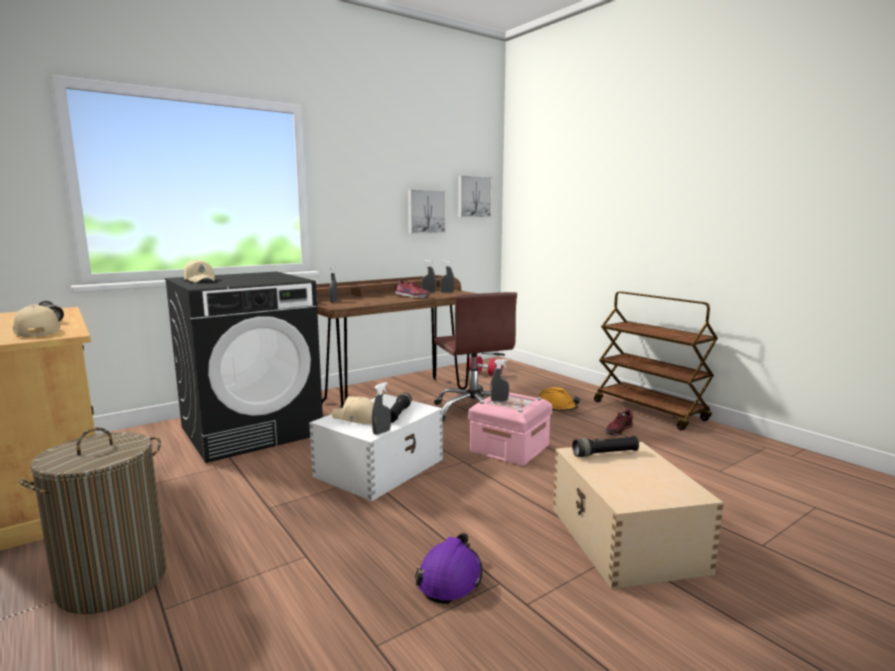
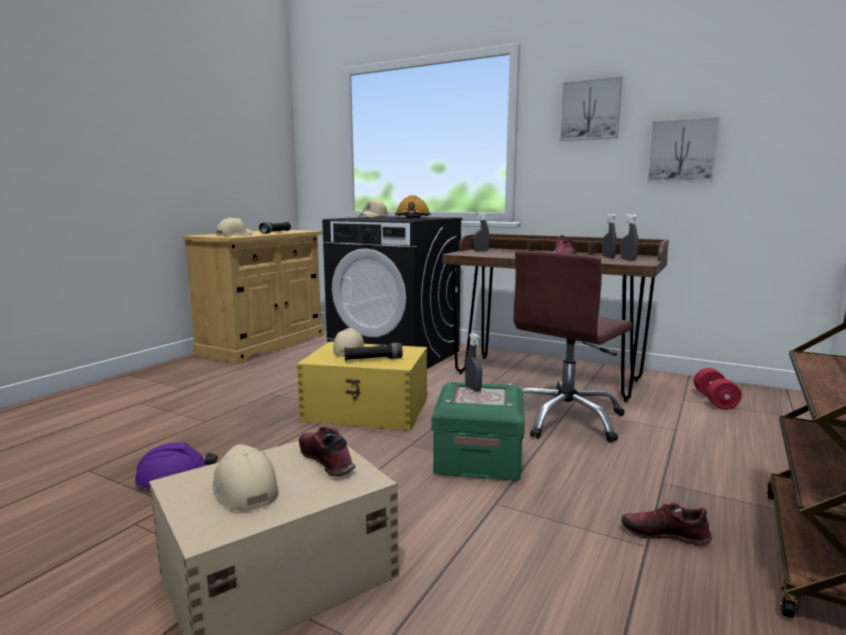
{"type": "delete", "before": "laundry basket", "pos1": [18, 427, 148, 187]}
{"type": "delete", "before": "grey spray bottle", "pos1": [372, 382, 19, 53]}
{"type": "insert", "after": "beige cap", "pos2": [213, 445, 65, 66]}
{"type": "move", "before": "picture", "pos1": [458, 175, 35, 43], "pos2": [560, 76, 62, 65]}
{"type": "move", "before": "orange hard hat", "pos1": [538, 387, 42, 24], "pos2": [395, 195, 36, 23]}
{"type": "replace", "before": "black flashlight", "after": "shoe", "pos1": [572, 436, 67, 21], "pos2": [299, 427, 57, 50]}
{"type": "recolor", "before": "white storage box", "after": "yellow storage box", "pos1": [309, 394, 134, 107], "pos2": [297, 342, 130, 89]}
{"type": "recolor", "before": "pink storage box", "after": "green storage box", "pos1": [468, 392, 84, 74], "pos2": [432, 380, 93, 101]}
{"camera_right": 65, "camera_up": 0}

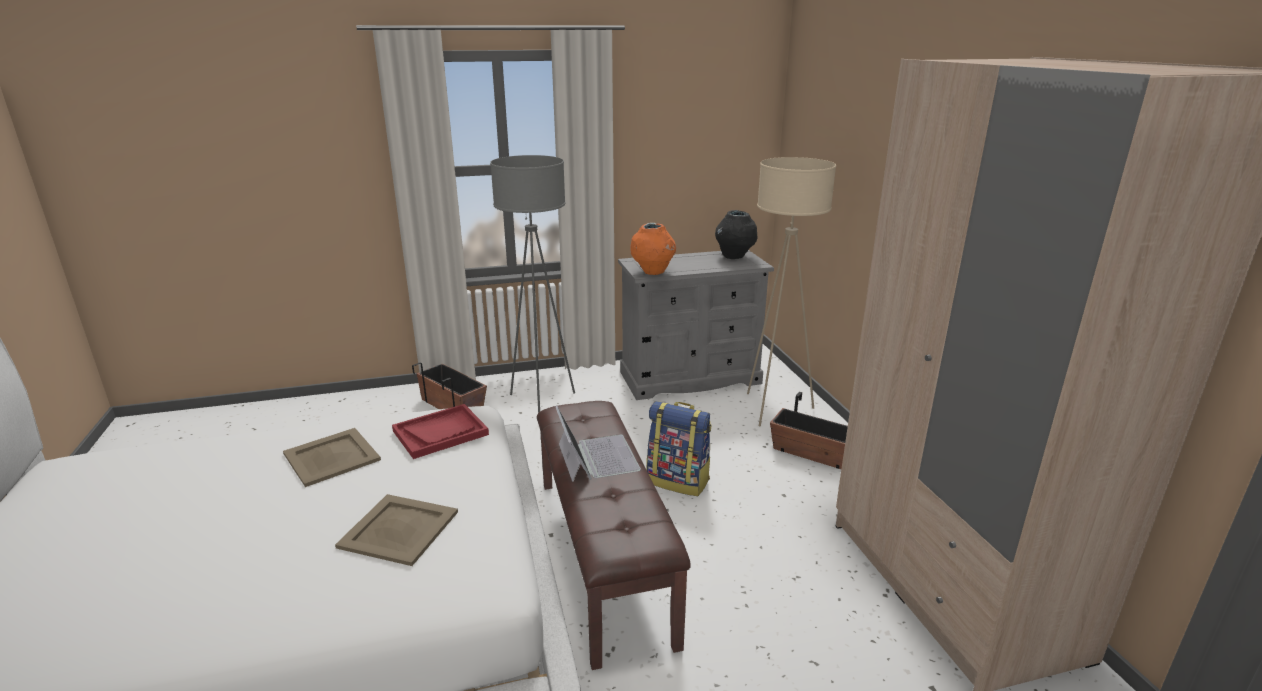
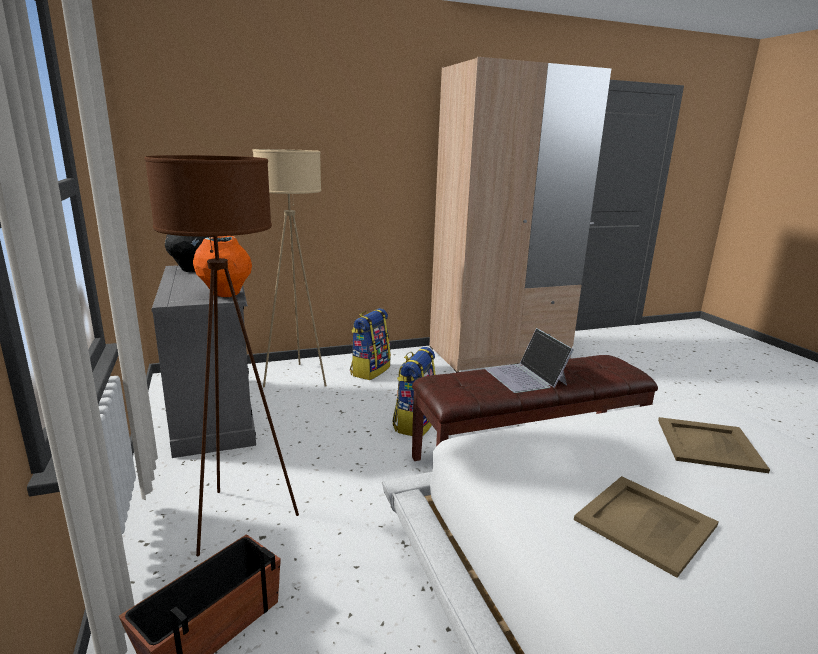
{"type": "delete", "before": "red tray", "pos1": [392, 404, 97, 55]}
{"type": "replace", "before": "planter", "after": "backpack", "pos1": [770, 392, 78, 77], "pos2": [350, 308, 41, 72]}
{"type": "recolor", "before": "grey floor lamp", "after": "brown floor lamp", "pos1": [490, 155, 85, 258], "pos2": [144, 155, 155, 401]}
{"type": "rotate", "before": "laptop", "pos1": [555, 406, 86, 76], "pos2": [485, 328, 89, 65], "turn": -90}
{"camera_right": -95, "camera_up": -5}

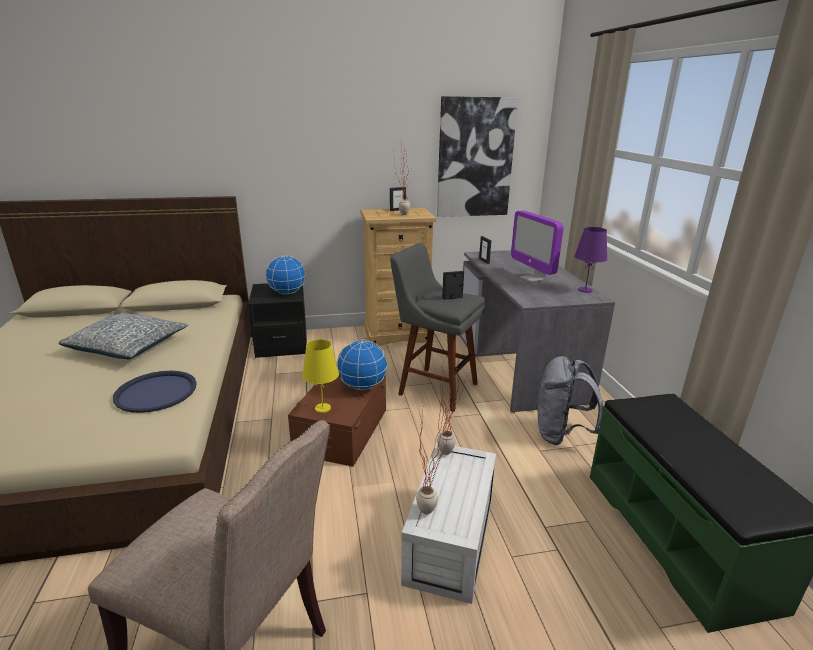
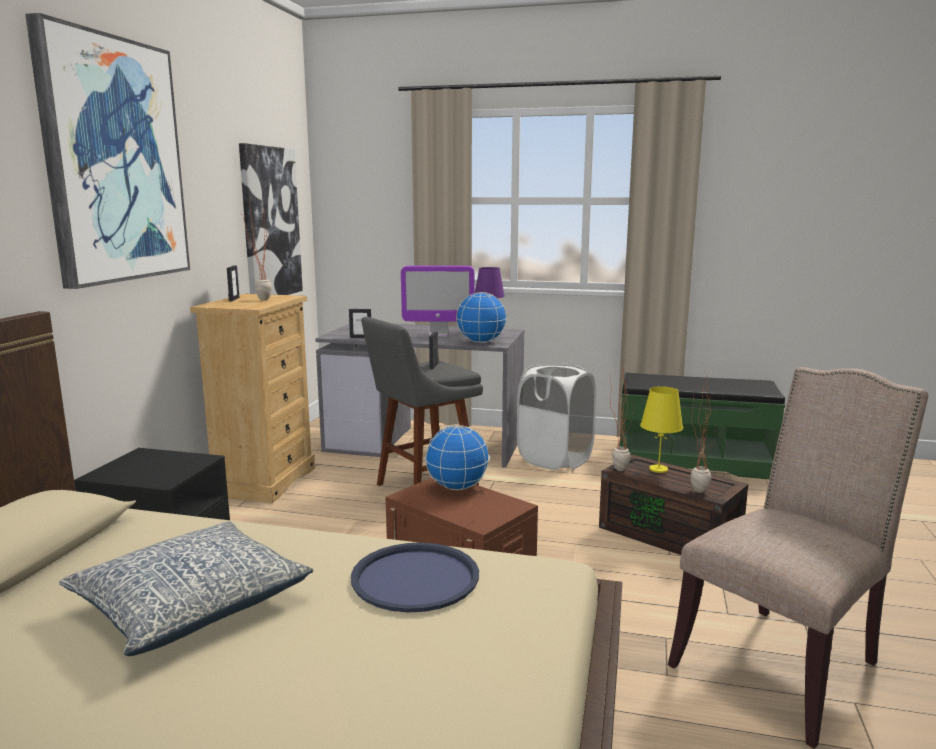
{"type": "insert", "after": "picture", "pos2": [25, 13, 165, 276]}
{"type": "move", "before": "globe", "pos1": [266, 255, 40, 39], "pos2": [456, 292, 51, 51]}
{"type": "move", "before": "yellow table lamp", "pos1": [302, 339, 37, 74], "pos2": [640, 386, 43, 87]}
{"type": "replace", "before": "grey backpack", "after": "white laundry basket", "pos1": [537, 356, 66, 89], "pos2": [517, 364, 79, 106]}
{"type": "recolor", "before": "white storage box", "after": "brown storage box", "pos1": [401, 443, 95, 161], "pos2": [599, 454, 149, 101]}
{"camera_right": -65, "camera_up": -10}

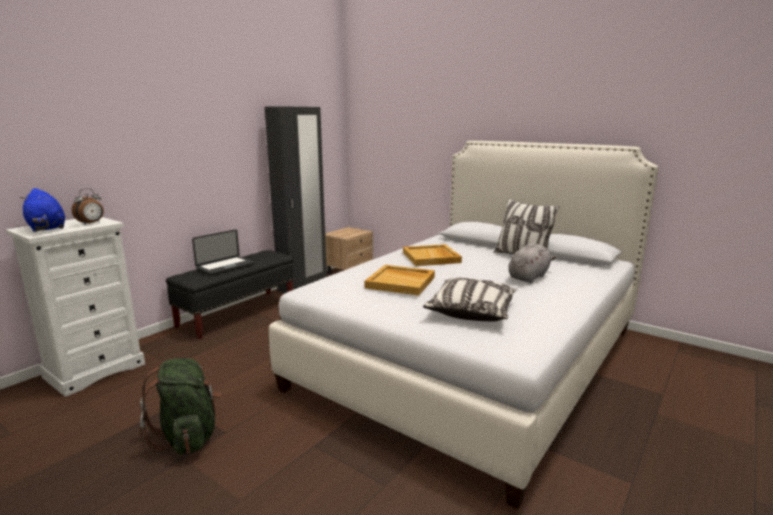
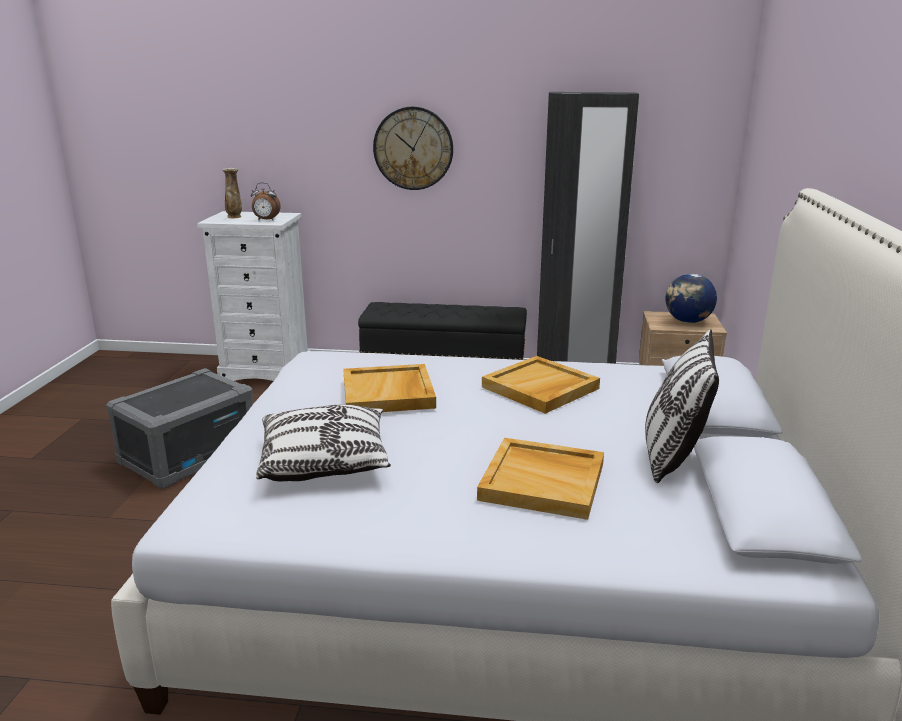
{"type": "delete", "before": "laptop", "pos1": [192, 229, 63, 46]}
{"type": "insert", "after": "wall clock", "pos2": [373, 107, 80, 83]}
{"type": "insert", "after": "globe", "pos2": [665, 274, 52, 49]}
{"type": "replace", "before": "blue plush toy", "after": "vase", "pos1": [20, 188, 45, 44], "pos2": [222, 168, 20, 50]}
{"type": "replace", "before": "green backpack", "after": "grey storage box", "pos1": [139, 358, 82, 96], "pos2": [106, 368, 147, 121]}
{"type": "replace", "before": "grey plush toy", "after": "beige tray", "pos1": [508, 243, 48, 40], "pos2": [477, 438, 127, 82]}
{"camera_right": 60, "camera_up": 5}

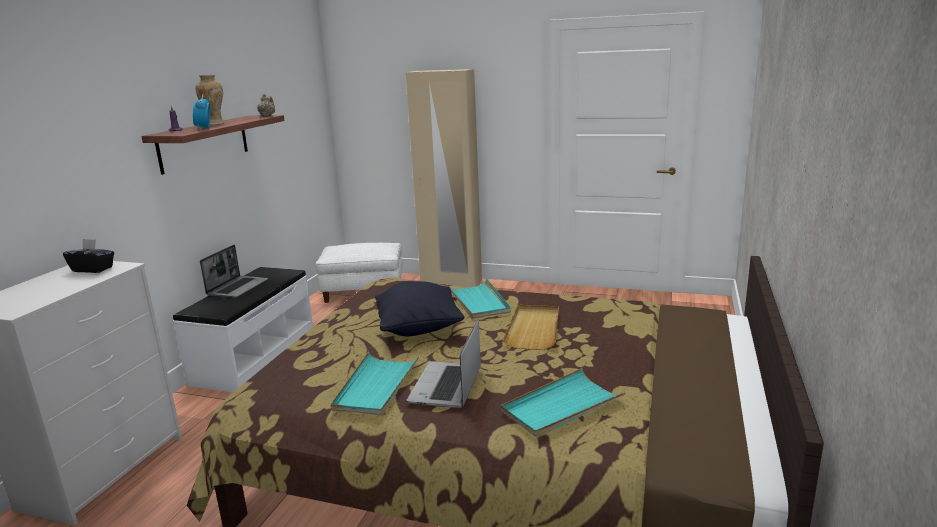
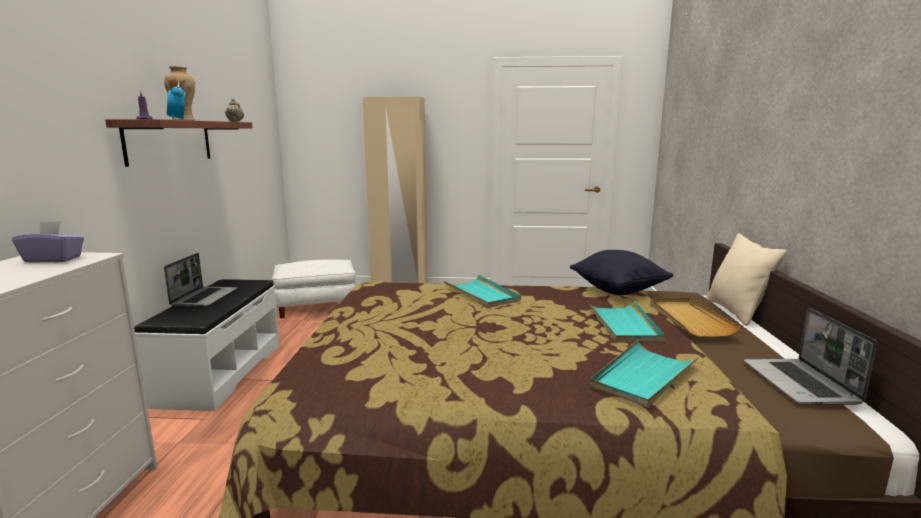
{"type": "insert", "after": "beige pillow", "pos2": [706, 233, 81, 93]}
{"type": "move", "before": "turquoise tray", "pos1": [331, 352, 88, 64], "pos2": [587, 301, 78, 41]}
{"type": "move", "before": "black pillow", "pos1": [375, 281, 89, 55], "pos2": [569, 250, 105, 45]}
{"type": "move", "before": "laptop", "pos1": [407, 319, 74, 89], "pos2": [744, 308, 134, 97]}
{"type": "move", "before": "beige tray", "pos1": [503, 305, 56, 45], "pos2": [650, 298, 91, 39]}
{"type": "recolor", "before": "black tissue box", "after": "purple tissue box", "pos1": [63, 239, 51, 34], "pos2": [12, 221, 72, 42]}
{"camera_right": -15, "camera_up": -5}

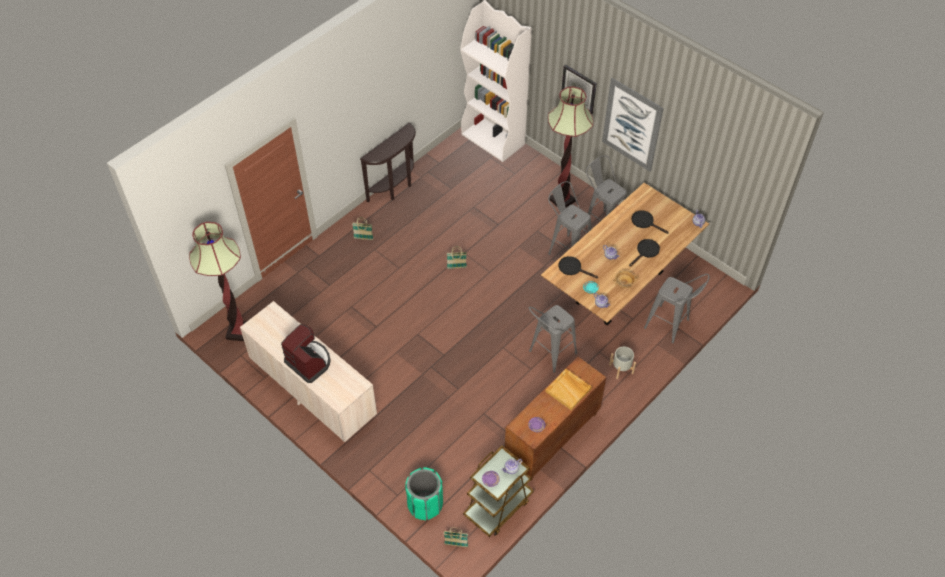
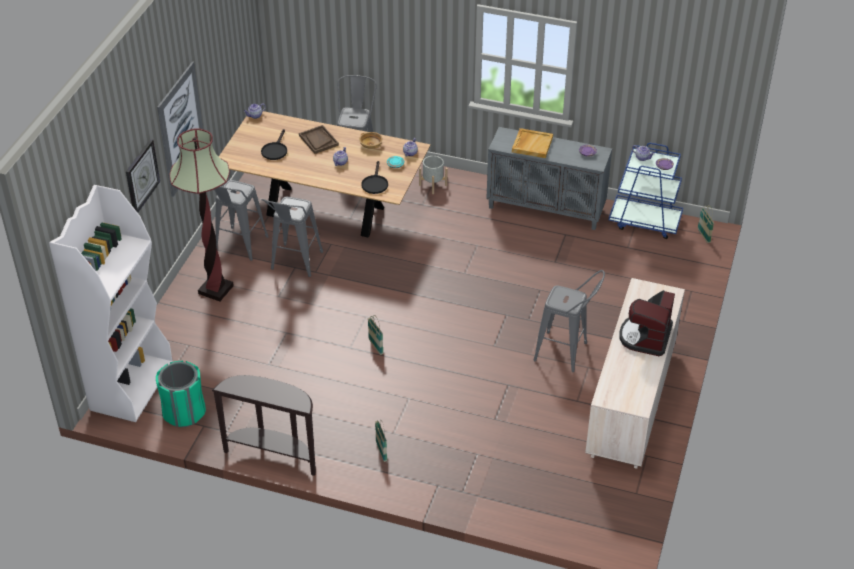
{"type": "delete", "before": "floor lamp", "pos1": [189, 222, 58, 119]}
{"type": "move", "before": "green trash can", "pos1": [405, 467, 38, 53], "pos2": [156, 361, 50, 66]}
{"type": "move", "before": "grey stool", "pos1": [529, 305, 48, 68], "pos2": [533, 270, 72, 102]}
{"type": "replace", "before": "black frying pan", "after": "brown tray", "pos1": [629, 239, 31, 27], "pos2": [299, 125, 40, 29]}
{"type": "recolor", "before": "brown cart", "after": "blue cart", "pos1": [463, 446, 71, 91], "pos2": [609, 143, 74, 96]}
{"type": "recolor", "before": "brown cabinet", "after": "grey cabinet", "pos1": [505, 357, 102, 123], "pos2": [486, 127, 126, 103]}
{"camera_right": -115, "camera_up": -10}

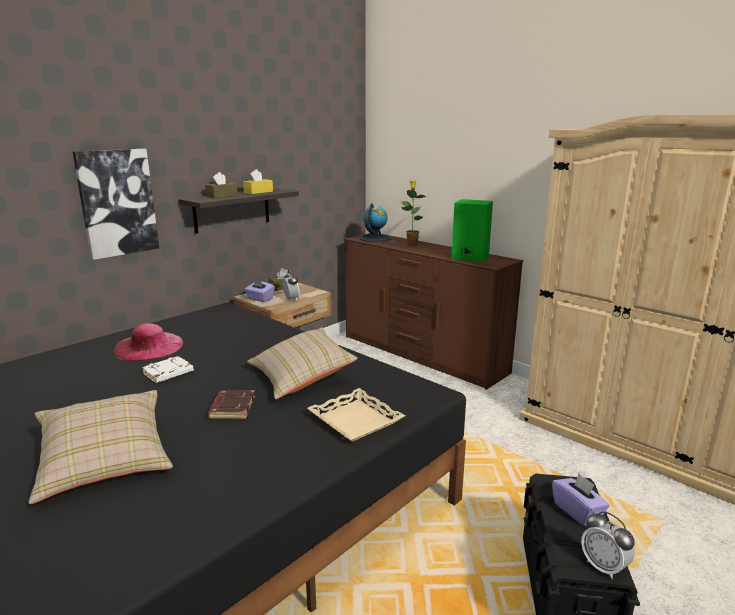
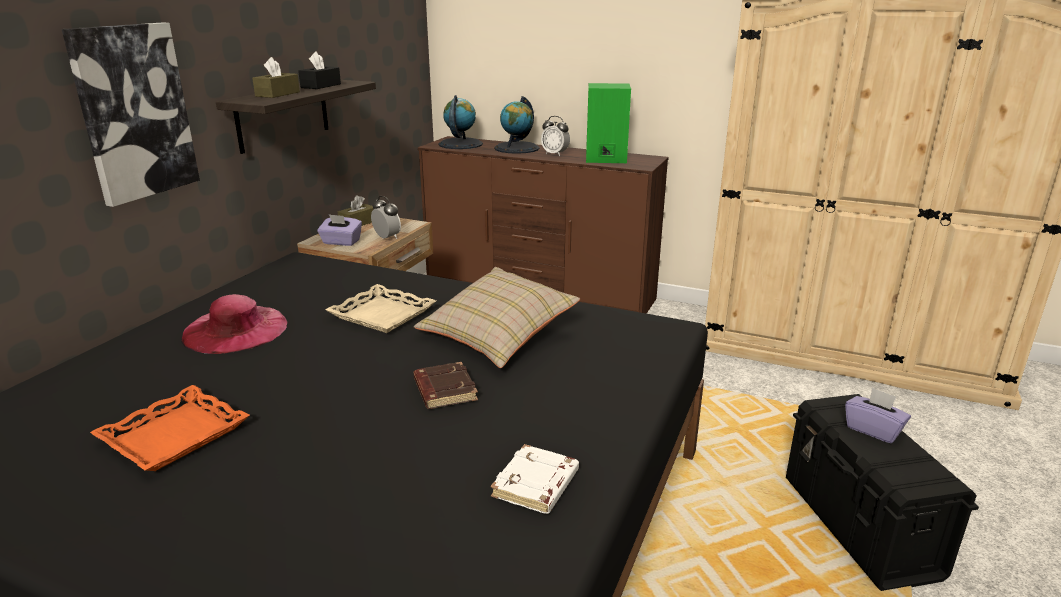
{"type": "delete", "before": "beige pillow", "pos1": [28, 390, 145, 114]}
{"type": "insert", "after": "orange tray", "pos2": [90, 385, 160, 86]}
{"type": "move", "before": "white book", "pos1": [142, 356, 52, 27], "pos2": [490, 444, 89, 70]}
{"type": "move", "before": "beige tray", "pos1": [307, 388, 98, 54], "pos2": [325, 284, 111, 49]}
{"type": "move", "before": "alarm clock", "pos1": [581, 511, 54, 68], "pos2": [541, 116, 29, 40]}
{"type": "replace", "before": "potted plant", "after": "globe", "pos1": [401, 181, 26, 65], "pos2": [494, 96, 46, 58]}
{"type": "recolor", "before": "yellow tissue box", "after": "black tissue box", "pos1": [243, 169, 30, 25], "pos2": [298, 52, 43, 37]}
{"camera_right": -20, "camera_up": 5}

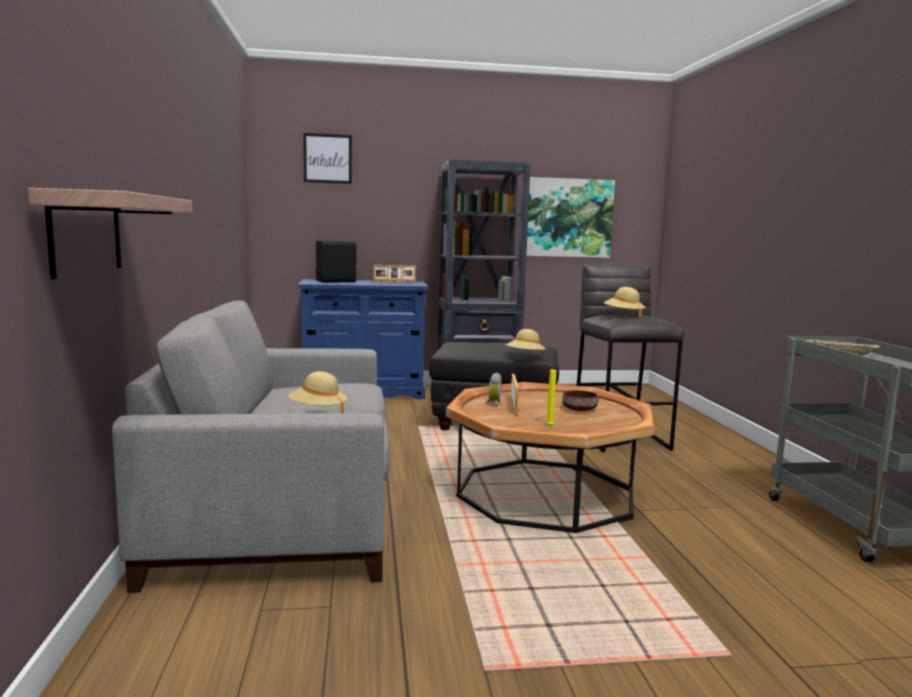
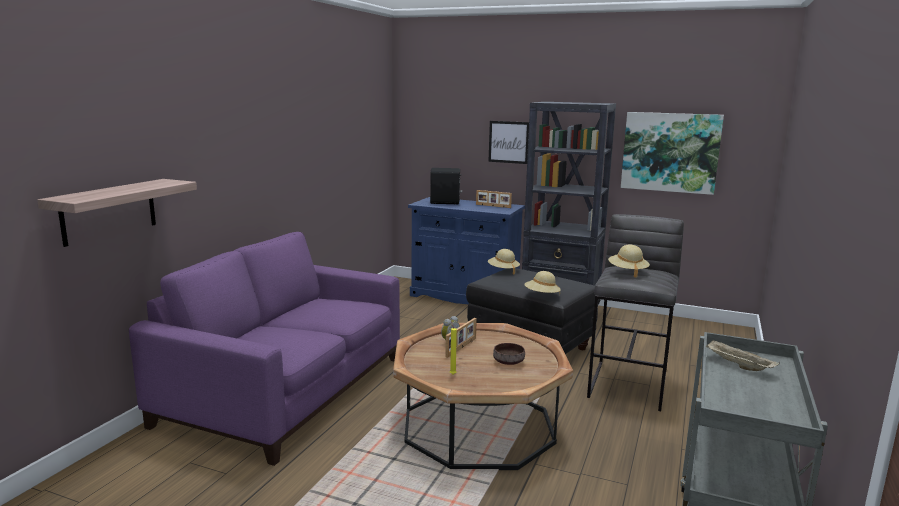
{"type": "move", "before": "beige hat", "pos1": [288, 371, 59, 42], "pos2": [488, 249, 32, 25]}
{"type": "move", "before": "picture", "pos1": [303, 133, 49, 51], "pos2": [488, 121, 41, 43]}
{"type": "recolor", "before": "grey sofa", "after": "purple sofa", "pos1": [112, 301, 278, 292], "pos2": [129, 232, 271, 234]}
{"camera_right": 30, "camera_up": 5}

